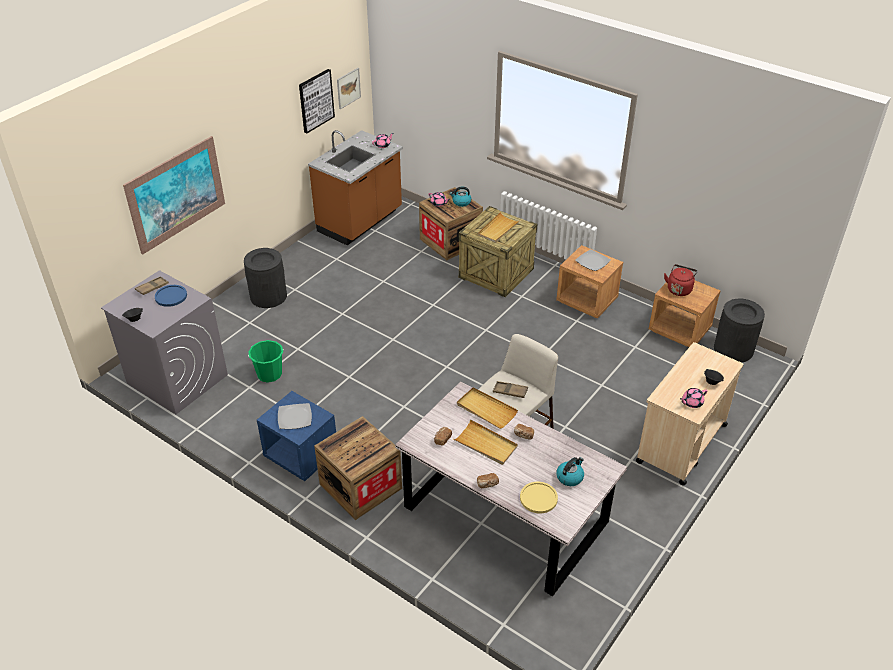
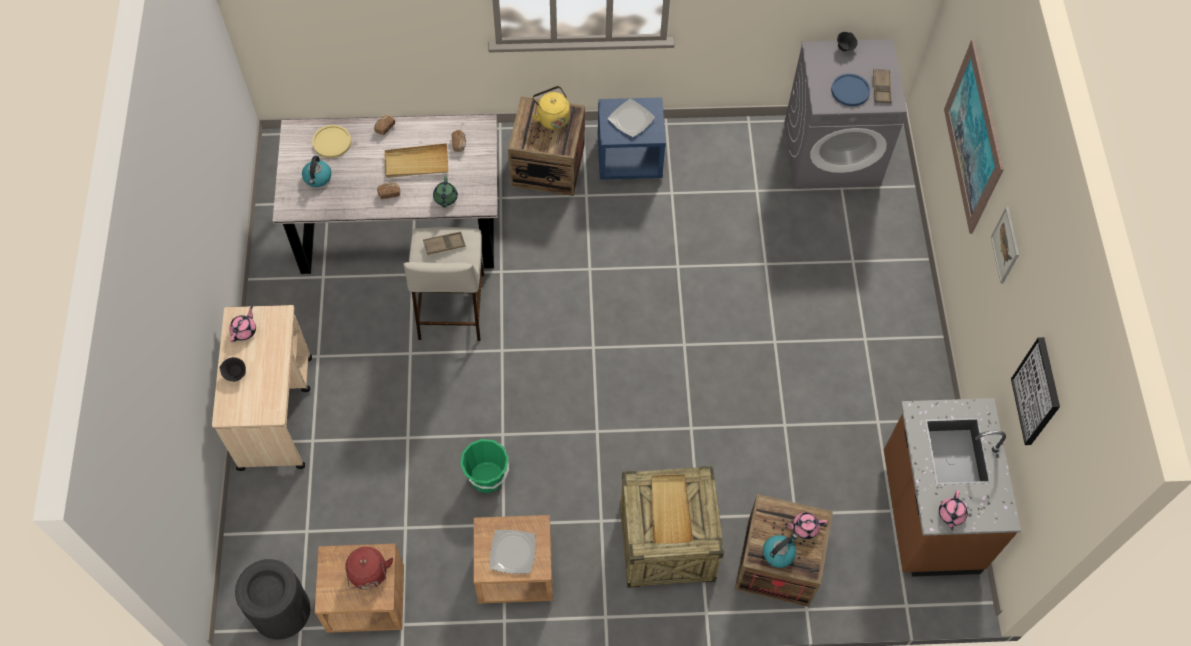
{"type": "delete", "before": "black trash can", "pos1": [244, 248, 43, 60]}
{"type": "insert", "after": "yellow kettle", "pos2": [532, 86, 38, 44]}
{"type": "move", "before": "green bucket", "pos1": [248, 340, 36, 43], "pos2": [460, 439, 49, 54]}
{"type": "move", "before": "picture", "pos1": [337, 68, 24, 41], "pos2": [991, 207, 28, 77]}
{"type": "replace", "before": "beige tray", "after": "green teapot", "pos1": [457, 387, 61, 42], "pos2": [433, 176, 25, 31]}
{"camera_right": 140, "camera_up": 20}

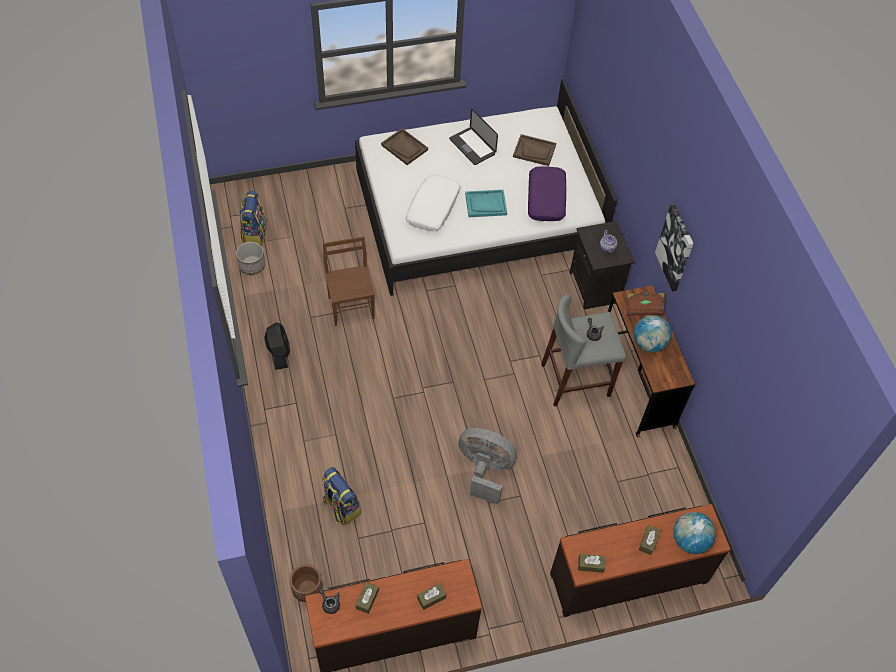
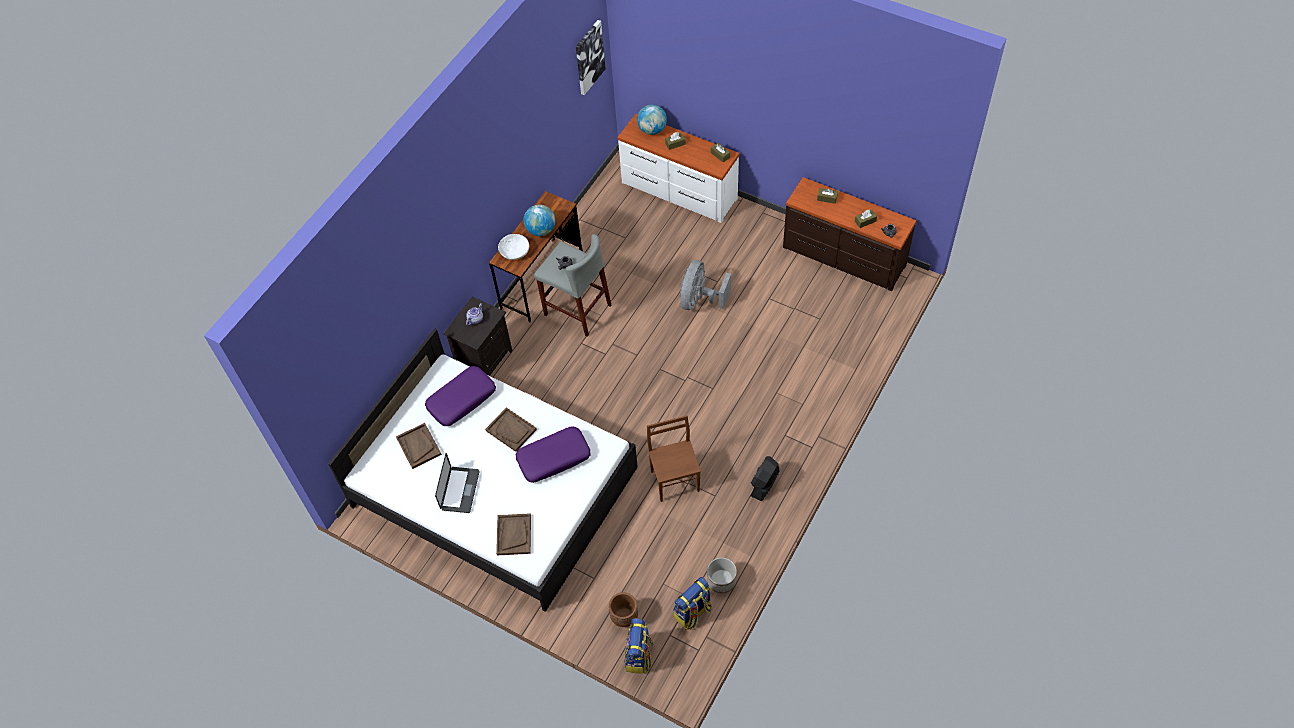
{"type": "move", "before": "brown planter", "pos1": [290, 564, 33, 38], "pos2": [609, 592, 29, 35]}
{"type": "move", "before": "backpack", "pos1": [322, 467, 39, 58], "pos2": [624, 618, 30, 56]}
{"type": "move", "before": "picture", "pos1": [655, 204, 39, 87], "pos2": [576, 20, 30, 75]}
{"type": "replace", "before": "brown book", "after": "white bowl", "pos1": [627, 292, 38, 24], "pos2": [498, 234, 31, 26]}
{"type": "recolor", "before": "white pillow", "after": "purple pillow", "pos1": [406, 175, 55, 56], "pos2": [516, 426, 75, 57]}
{"type": "recolor", "before": "turquoise tray", "after": "brown tray", "pos1": [465, 190, 42, 27], "pos2": [485, 408, 52, 44]}
{"type": "recolor", "before": "brown dresser", "after": "white dresser", "pos1": [550, 504, 181, 113], "pos2": [617, 114, 123, 109]}
{"type": "rotate", "before": "brown chair", "pos1": [323, 236, 52, 90], "pos2": [647, 415, 54, 87], "turn": 135}
{"type": "rotate", "before": "grey fan", "pos1": [458, 428, 59, 76], "pos2": [680, 260, 51, 50], "turn": 45}
{"camera_right": -130, "camera_up": 0}

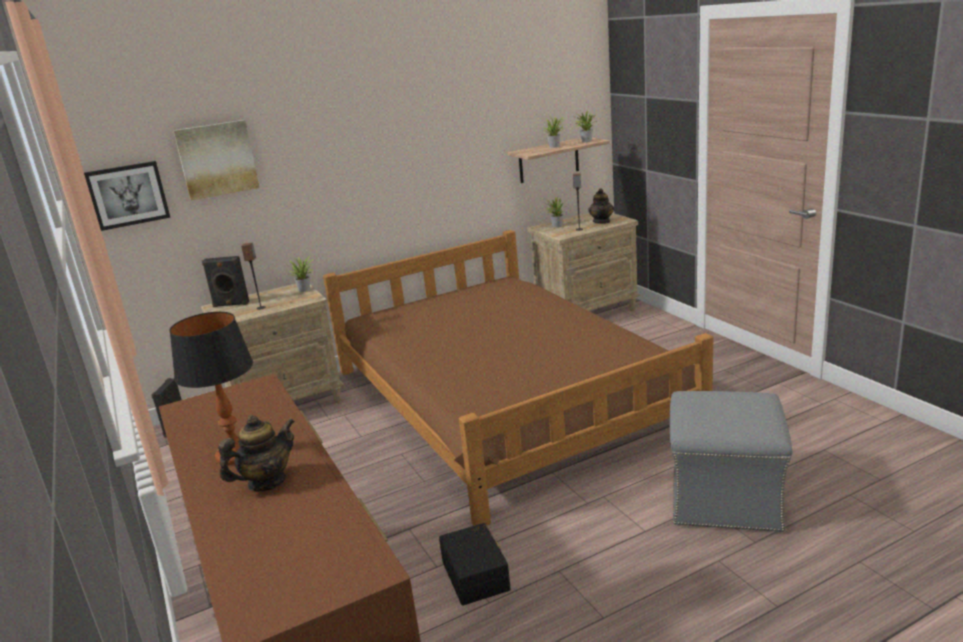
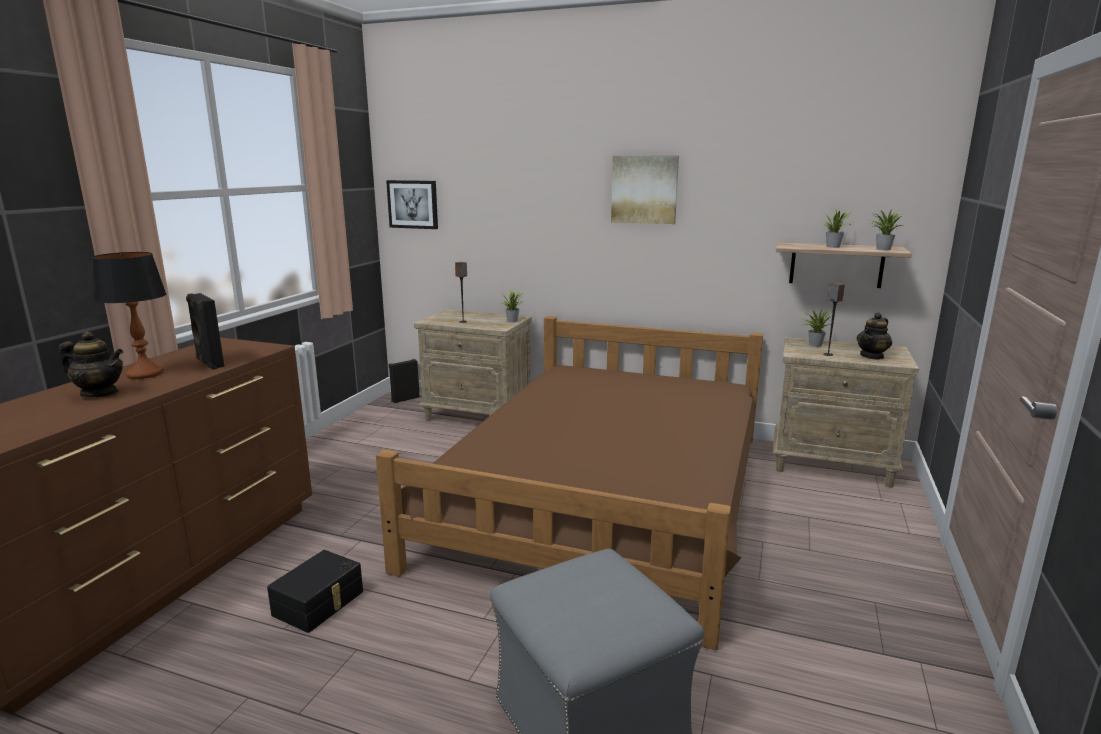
{"type": "move", "before": "picture", "pos1": [173, 120, 86, 81], "pos2": [611, 155, 68, 69]}
{"type": "move", "before": "black speaker", "pos1": [202, 256, 47, 51], "pos2": [186, 293, 39, 77]}
{"camera_right": 45, "camera_up": -5}

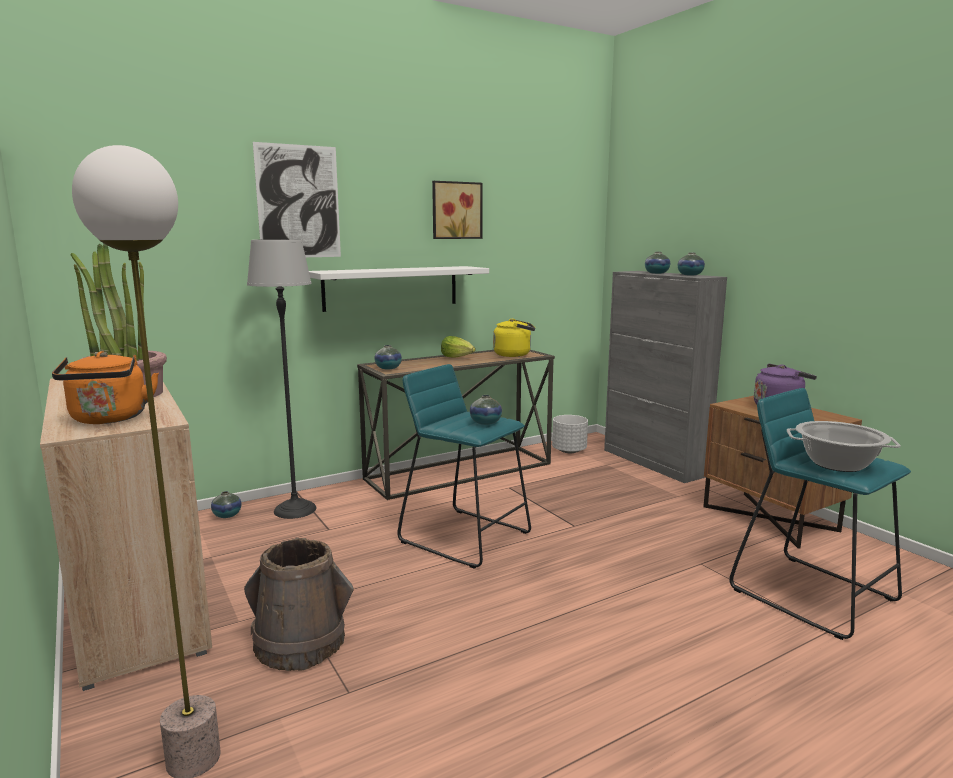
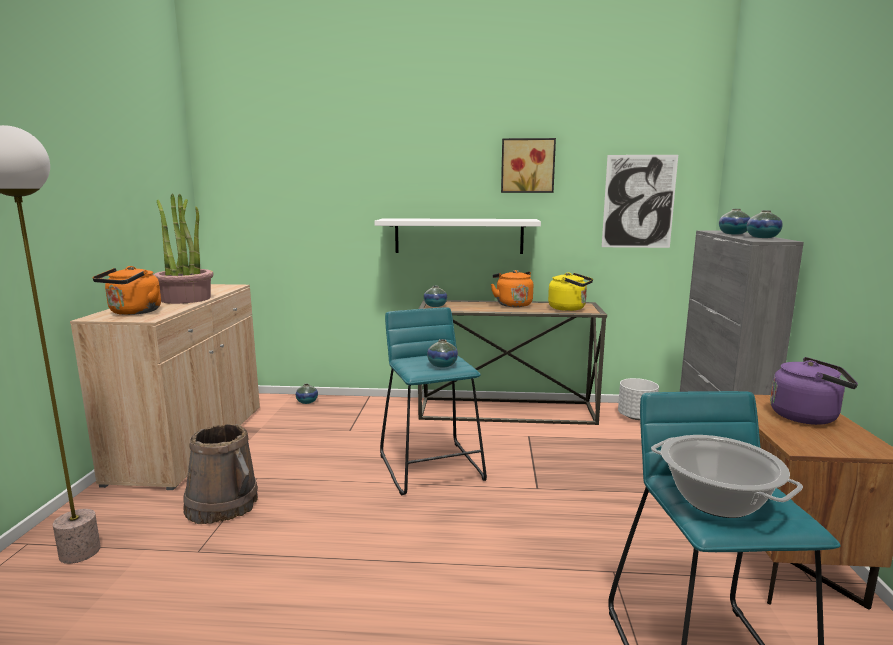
{"type": "delete", "before": "floor lamp", "pos1": [247, 239, 70, 280]}
{"type": "move", "before": "picture", "pos1": [253, 142, 88, 115], "pos2": [602, 155, 76, 93]}
{"type": "replace", "before": "lettuce", "after": "orange kettle", "pos1": [441, 336, 35, 22], "pos2": [491, 270, 42, 37]}
{"camera_right": 35, "camera_up": 0}

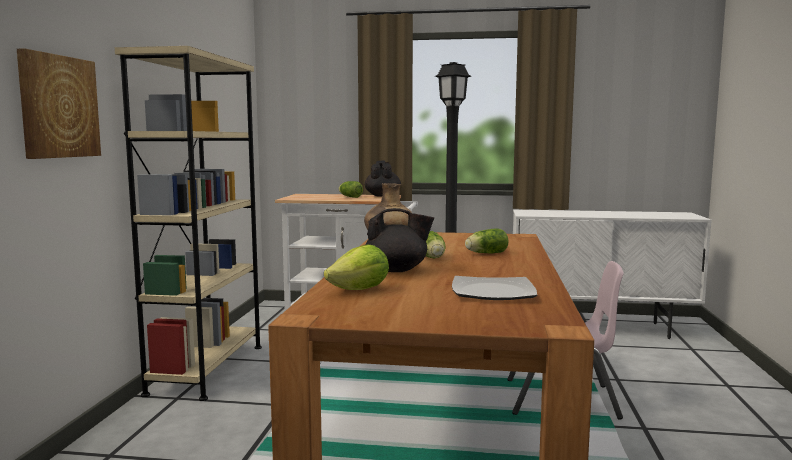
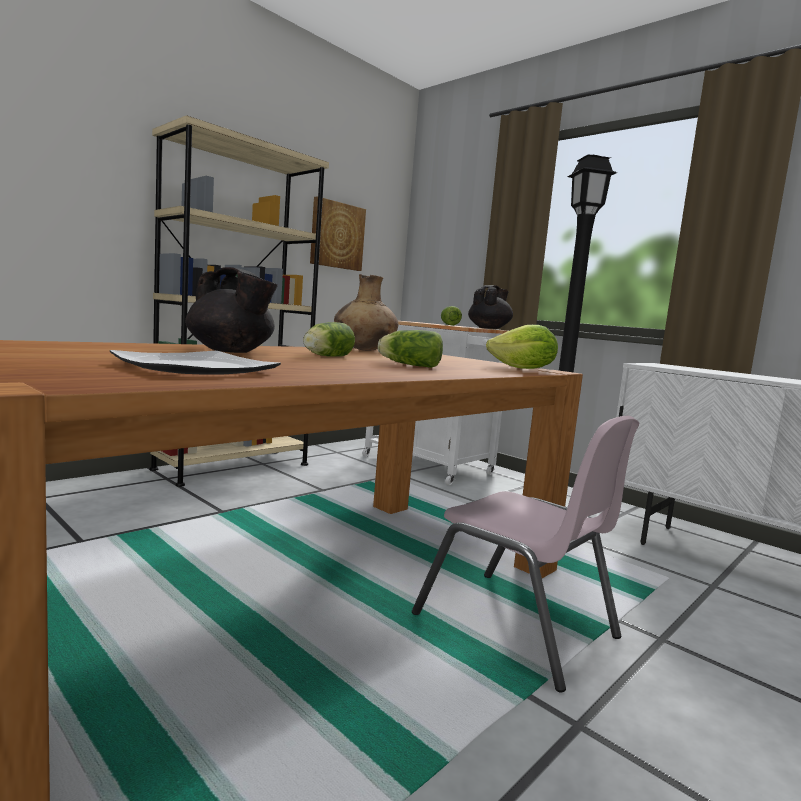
{"type": "move", "before": "picture", "pos1": [17, 49, 84, 110], "pos2": [310, 196, 56, 75]}
{"type": "move", "before": "lettuce", "pos1": [324, 245, 65, 45], "pos2": [486, 325, 72, 44]}
{"camera_right": 35, "camera_up": 0}

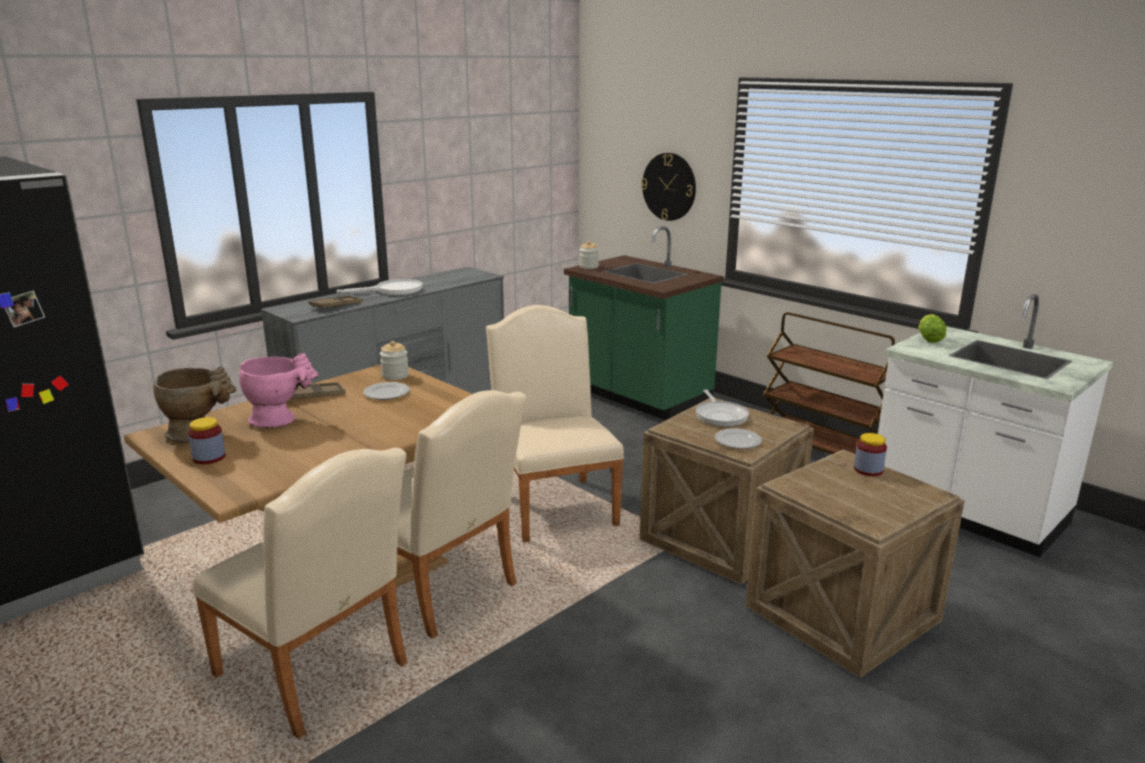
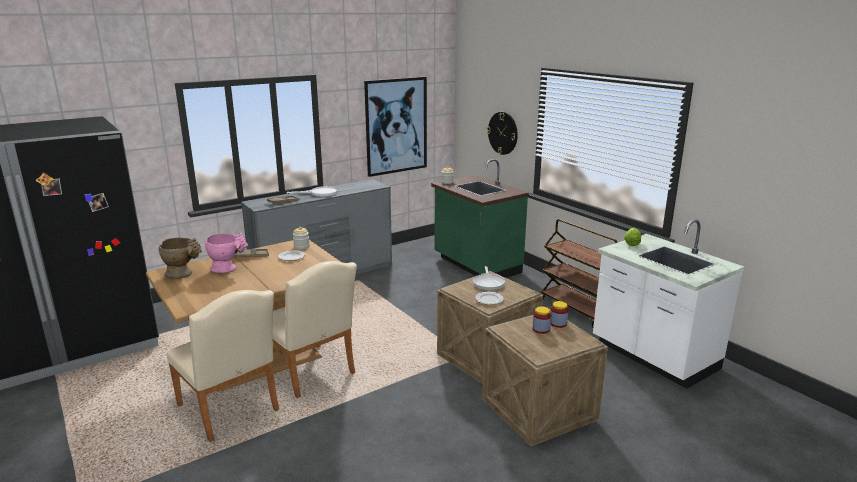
{"type": "delete", "before": "beige chair", "pos1": [486, 305, 138, 237]}
{"type": "insert", "after": "picture", "pos2": [364, 77, 63, 100]}
{"type": "move", "before": "jar", "pos1": [188, 417, 38, 47], "pos2": [533, 307, 18, 27]}
{"camera_right": 10, "camera_up": 0}

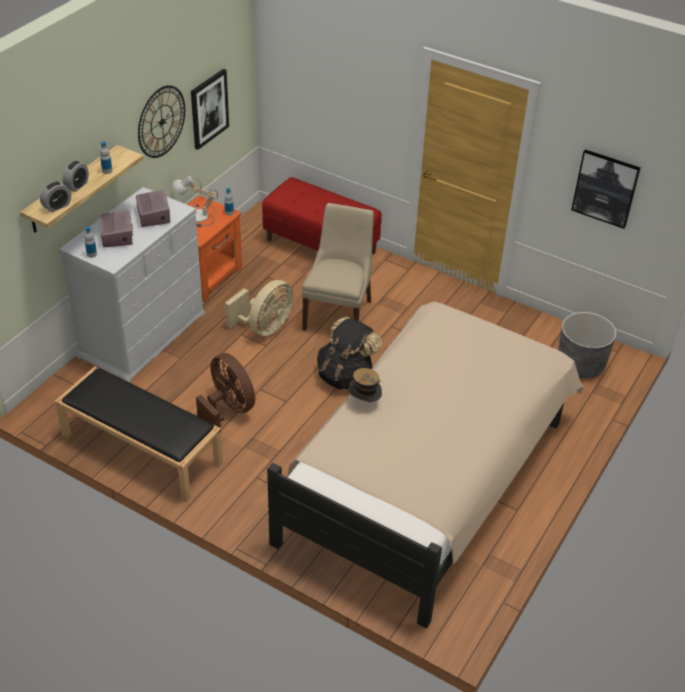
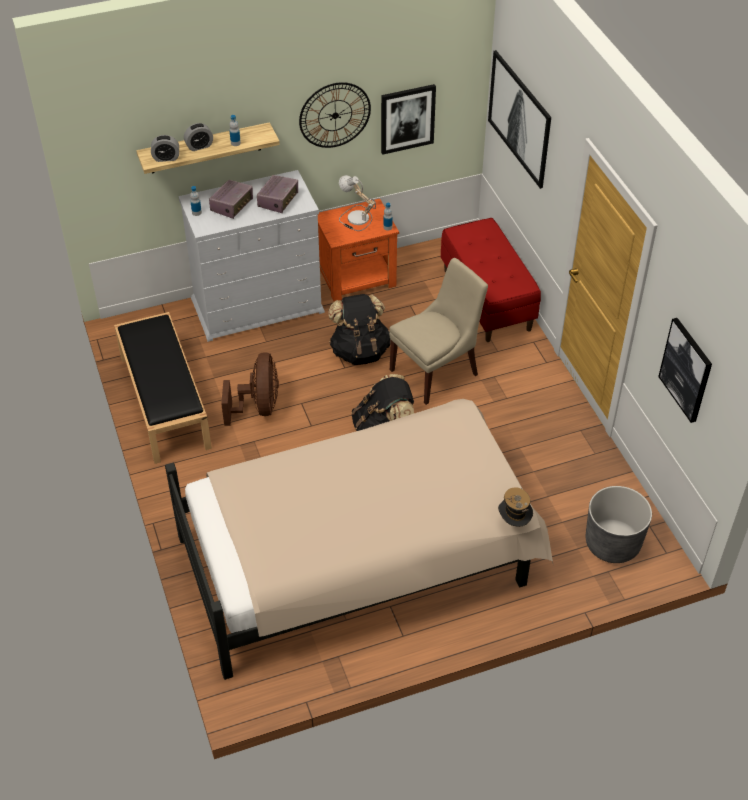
{"type": "insert", "after": "picture", "pos2": [488, 50, 63, 139]}
{"type": "move", "before": "hat", "pos1": [348, 368, 34, 34], "pos2": [498, 487, 35, 40]}
{"type": "replace", "before": "beige fan", "after": "black backpack", "pos1": [225, 280, 69, 56], "pos2": [328, 294, 63, 71]}
{"camera_right": 40, "camera_up": 5}

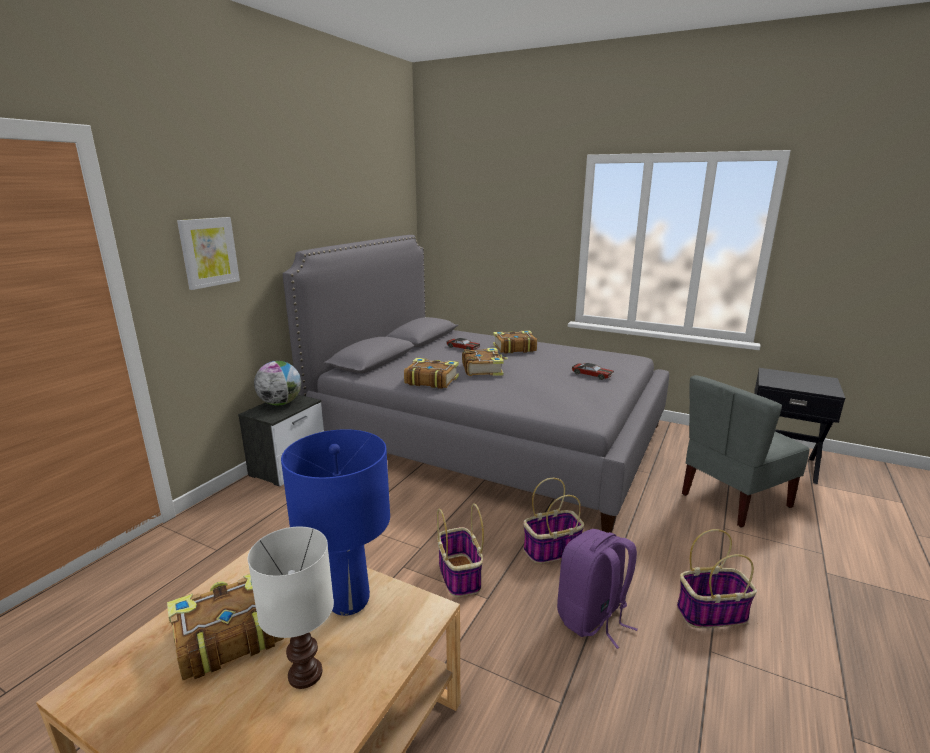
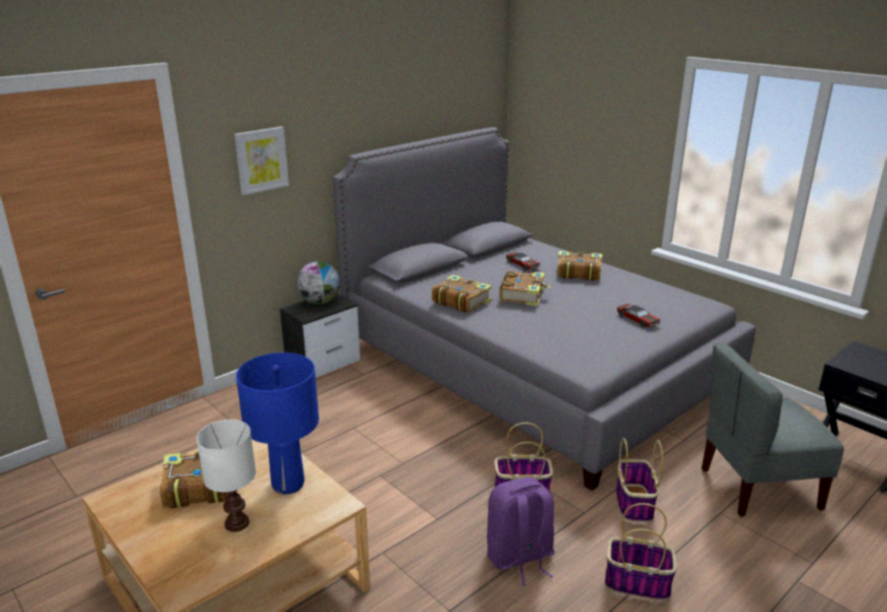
{"type": "move", "before": "basket", "pos1": [437, 503, 47, 94], "pos2": [616, 438, 47, 84]}
{"camera_right": 20, "camera_up": 5}

